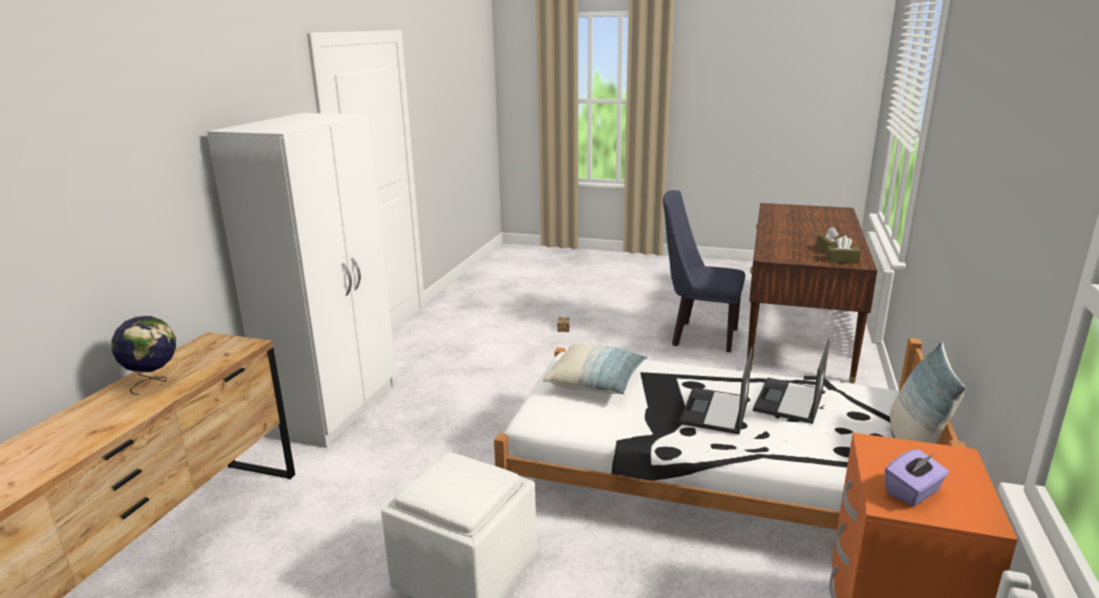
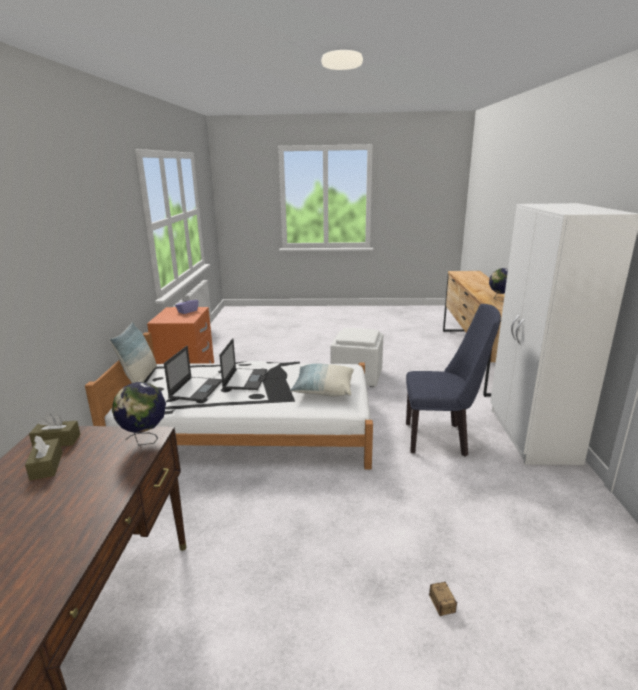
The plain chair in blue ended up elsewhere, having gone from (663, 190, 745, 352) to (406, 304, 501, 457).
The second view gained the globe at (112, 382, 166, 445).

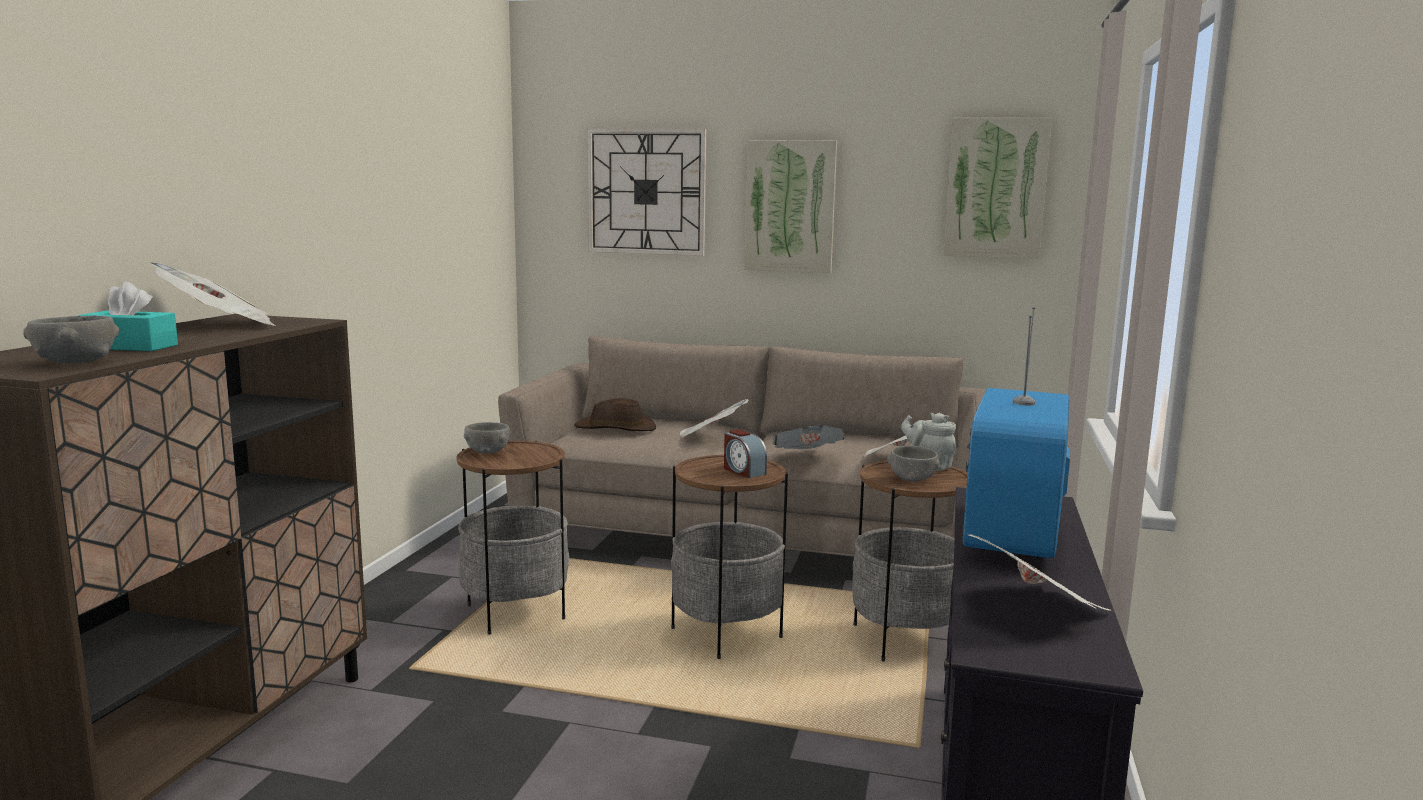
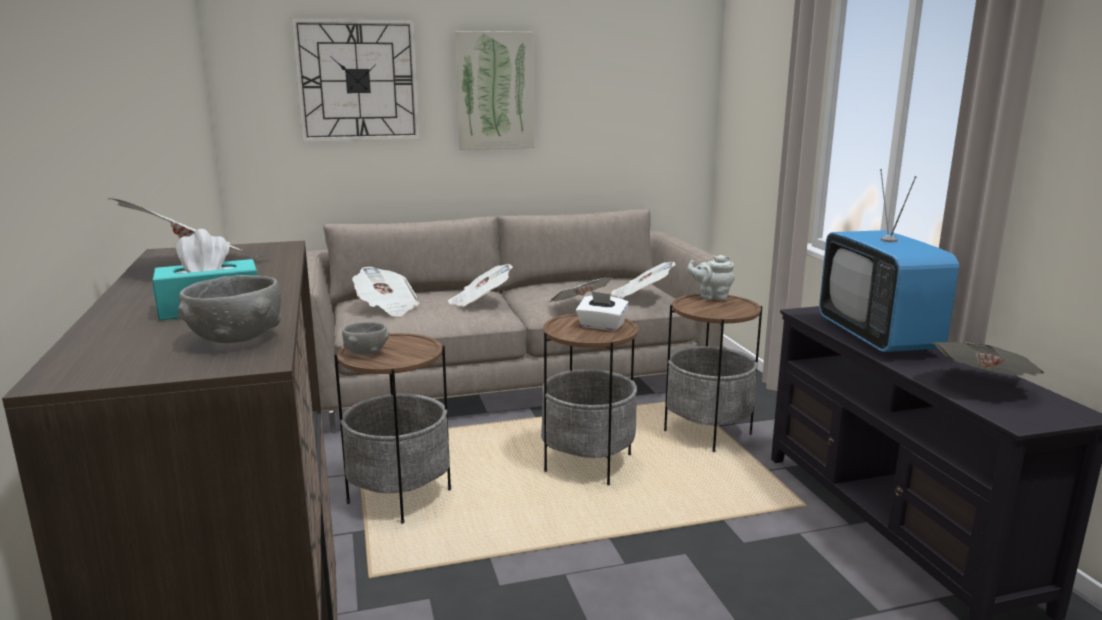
Where the wearable hat in brownish stood at (574, 398, 656, 431), the daily paper came to stand at (352, 267, 420, 317).
Where the alarm clock stood at (724, 429, 767, 478), the box of tissues in white-coloured came to stand at (576, 291, 629, 331).
The second view lost the serving bowl in greyish at (888, 446, 940, 481).
The second view lost the picture at (944, 118, 1052, 259).

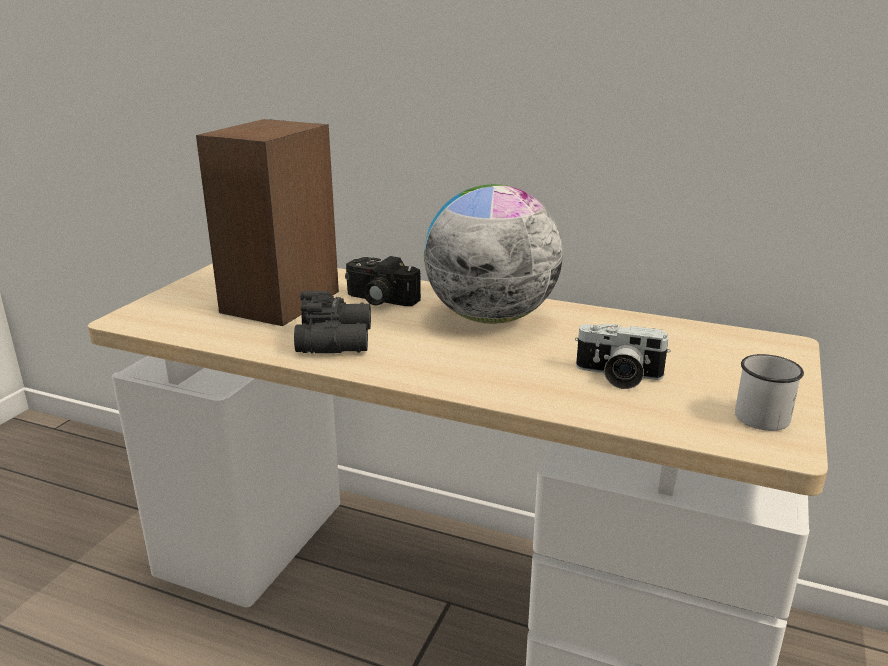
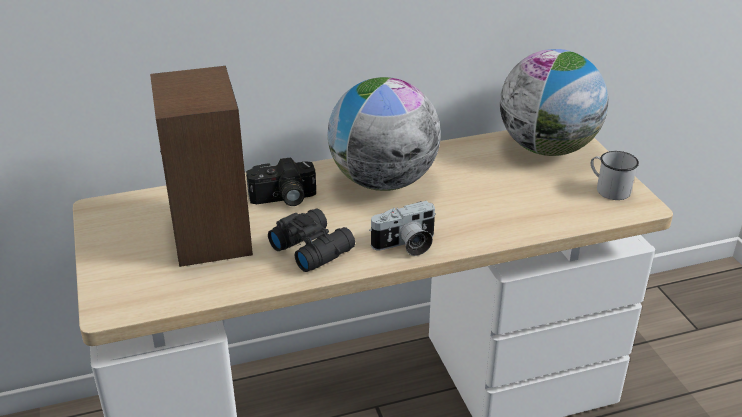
The still camera ended up elsewhere, having gone from (575, 324, 671, 389) to (369, 201, 436, 256).
The second view gained the globe at (500, 49, 608, 156).

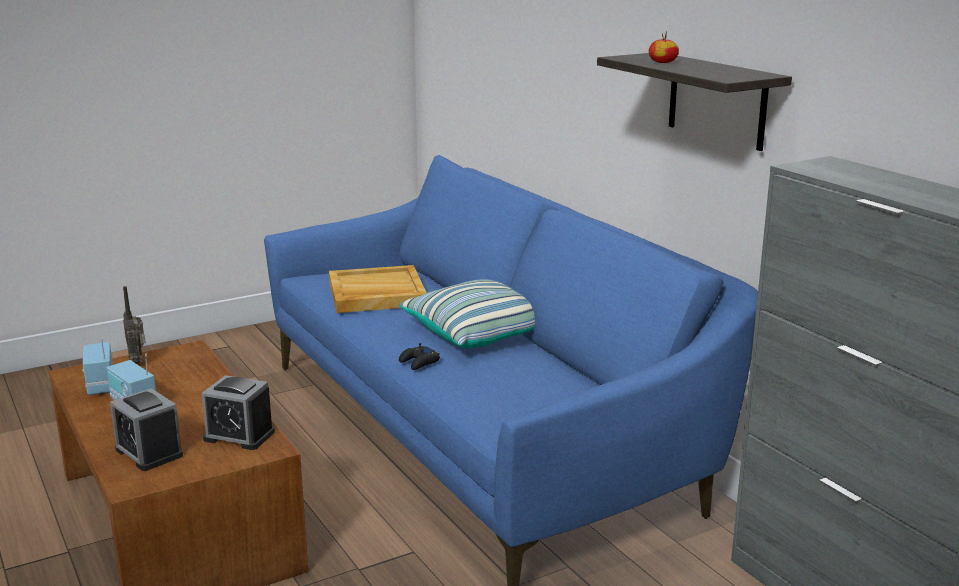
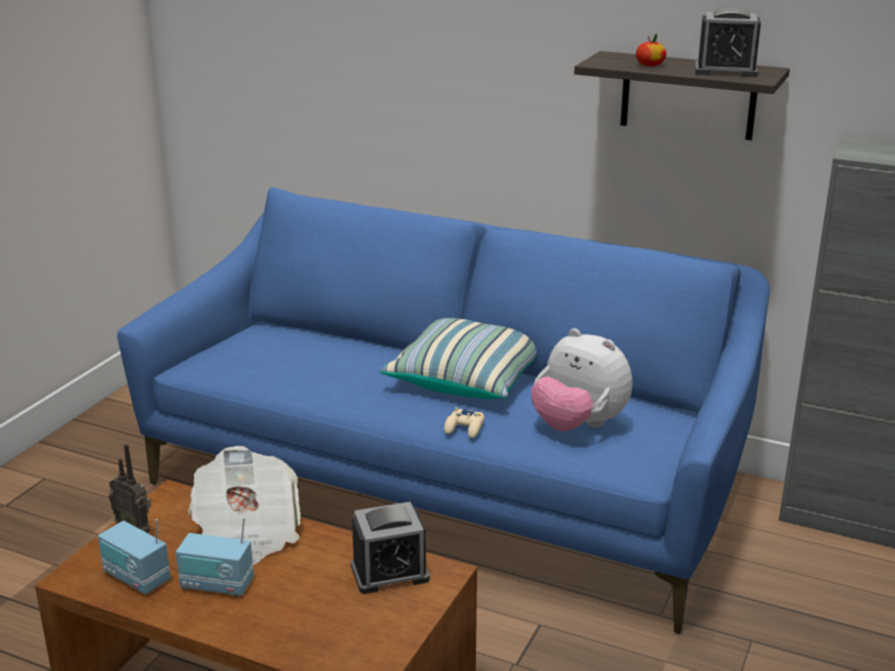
The alarm clock ended up elsewhere, having gone from (110, 388, 183, 471) to (695, 8, 761, 77).
The second view lost the serving tray in beige-coloured at (329, 265, 427, 313).
What was the gamepad in black at (399, 343, 440, 370) turned into the gamepad in beige-coloured at (444, 407, 485, 438).
The second view gained the daily paper at (188, 446, 301, 565).
The second view gained the cuddly toy at (531, 328, 632, 431).

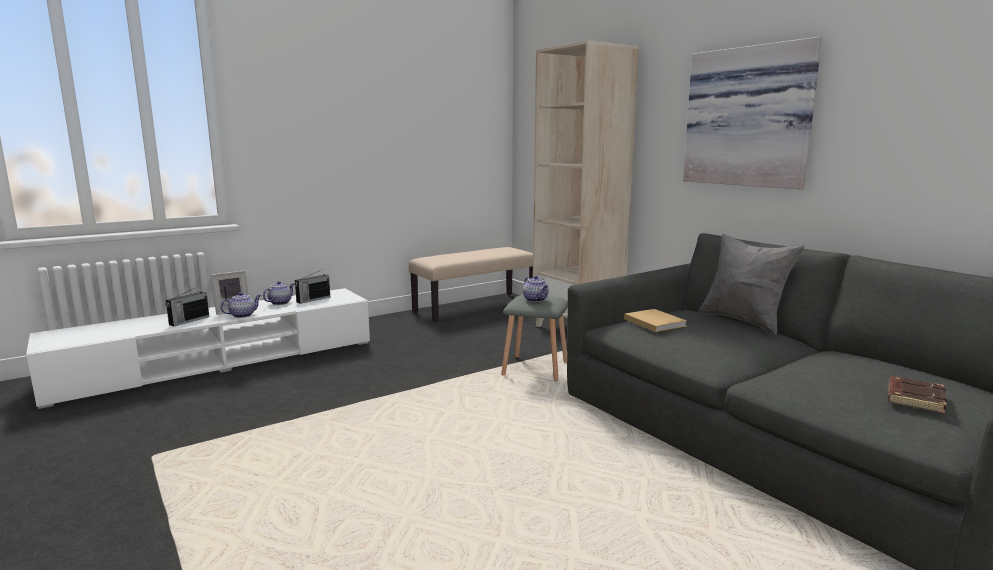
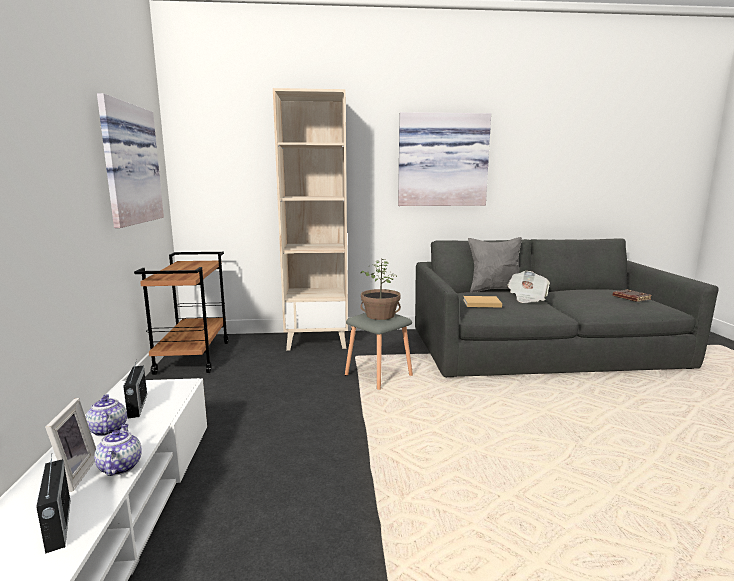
Where the indoor bench in beige-coloured stood at (409, 247, 533, 322), the cart in brownish came to stand at (134, 252, 229, 375).
Where the pot for tea stood at (523, 275, 549, 302), the potted plant came to stand at (360, 258, 401, 320).
The second view gained the picture at (97, 93, 164, 228).
The second view gained the daily paper at (507, 271, 550, 303).

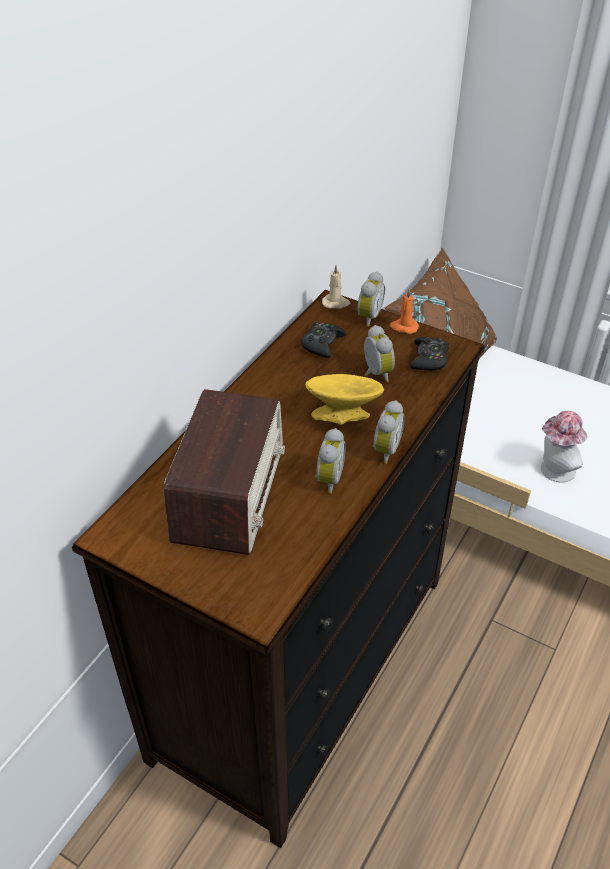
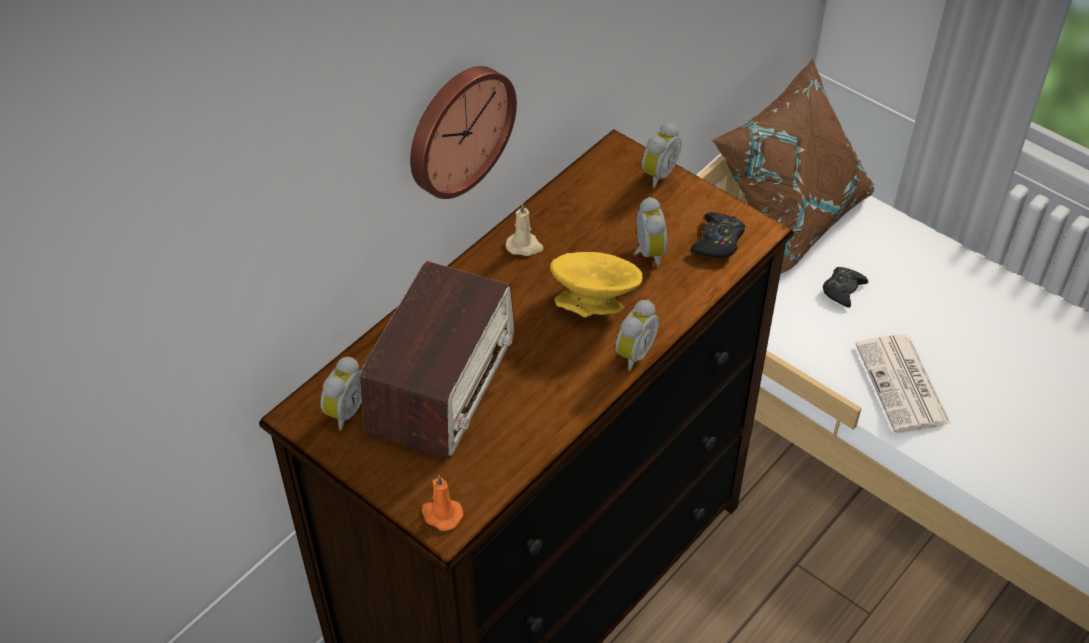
The gamepad in black ended up elsewhere, having gone from (301, 322, 346, 358) to (823, 267, 868, 308).
The alarm clock ended up elsewhere, having gone from (315, 428, 346, 494) to (320, 356, 362, 431).
The wax candle in beige-coloured ended up elsewhere, having gone from (322, 265, 350, 309) to (506, 203, 544, 256).
The wax candle in orange ended up elsewhere, having gone from (390, 289, 419, 334) to (422, 475, 463, 531).
Where the wearable hat stood at (541, 411, 587, 483), the daily paper came to stand at (856, 334, 951, 433).
The second view gained the wall clock at (410, 66, 517, 199).

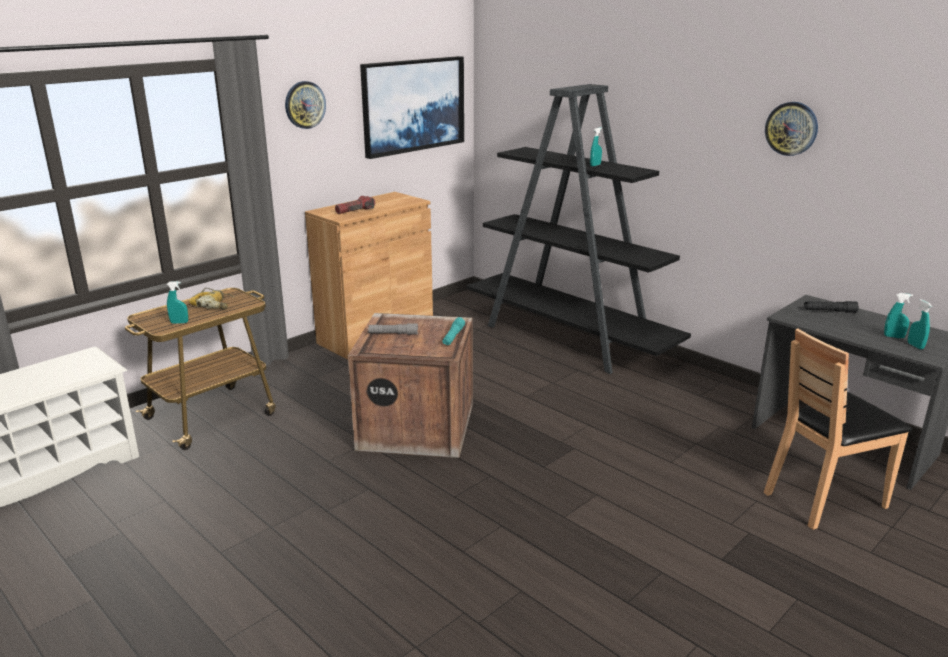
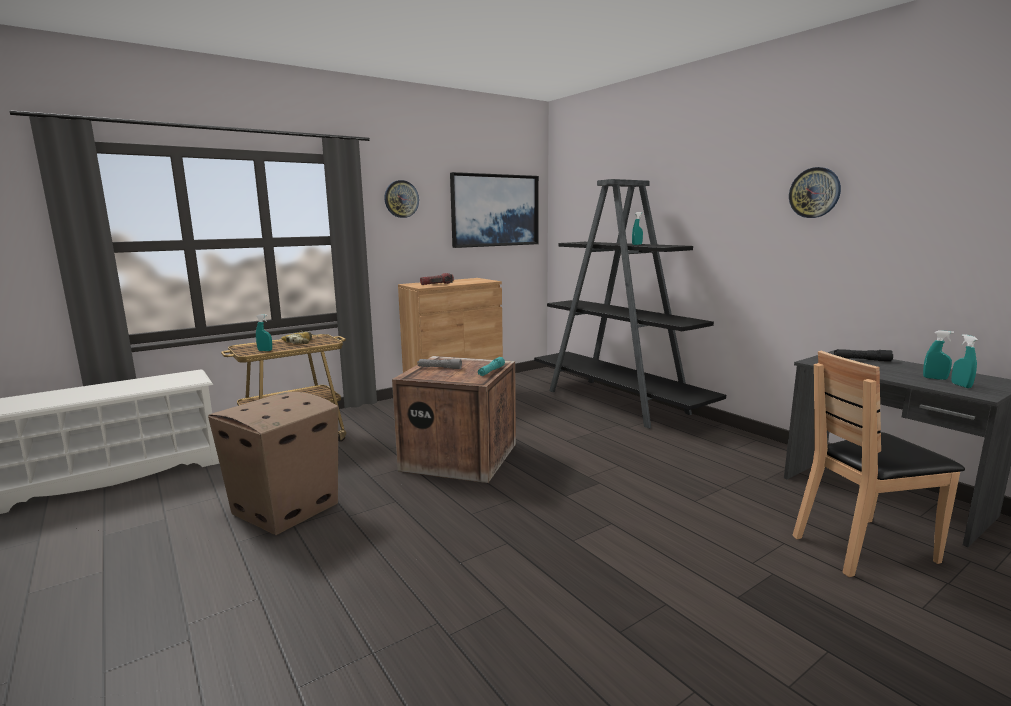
The second view gained the carton at (208, 392, 338, 535).

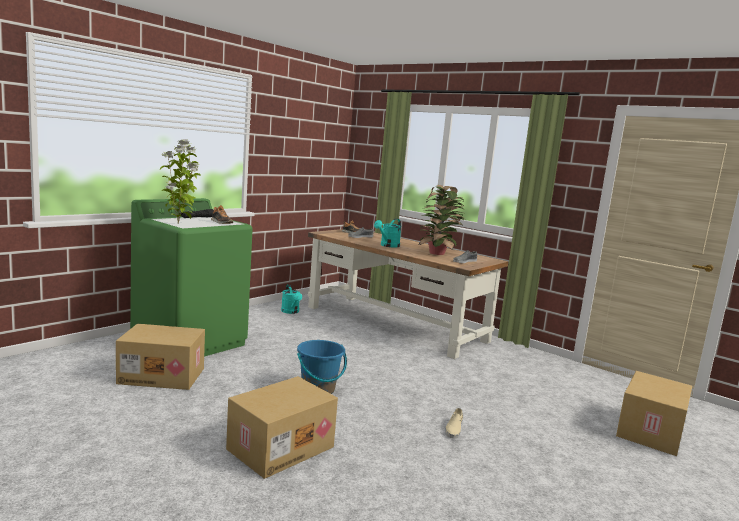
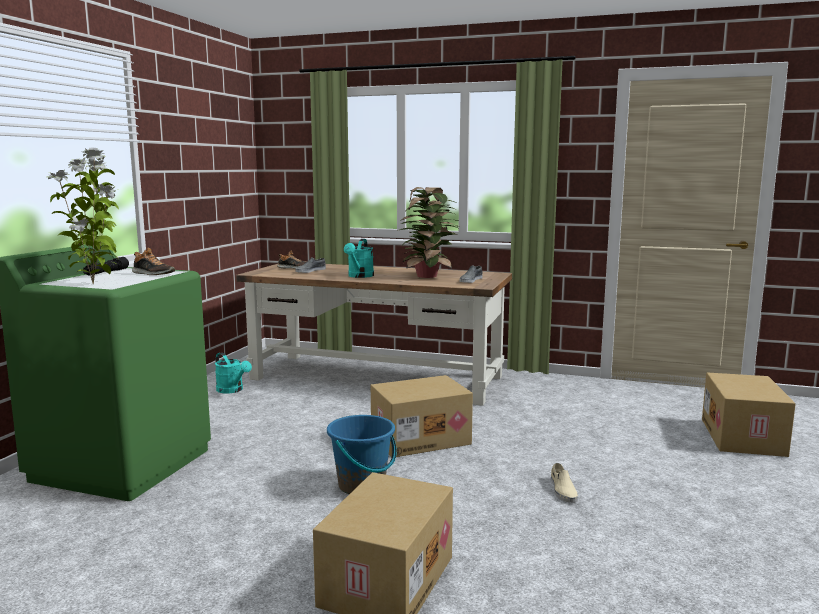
The carton ended up elsewhere, having gone from (116, 324, 205, 390) to (371, 375, 473, 457).

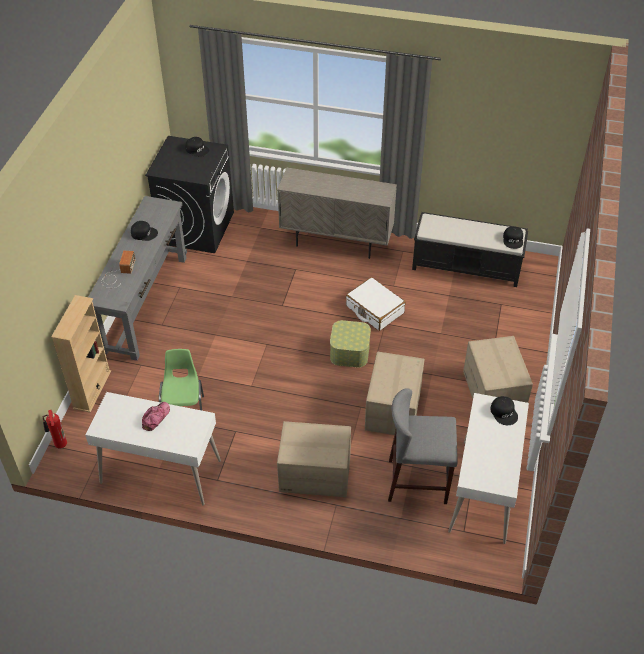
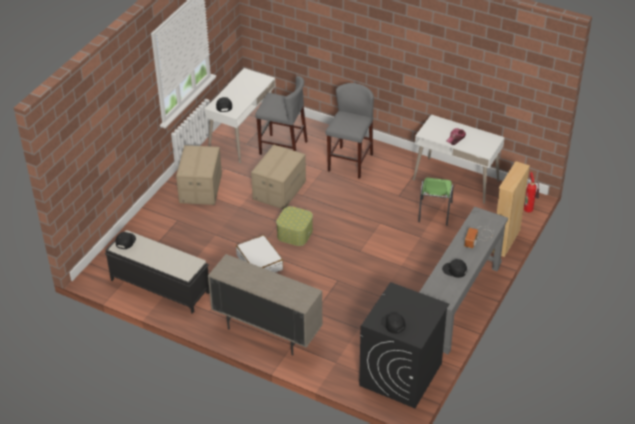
Where the carton stood at (277, 421, 351, 497), the stool seat in greyish came to stand at (326, 83, 374, 179).

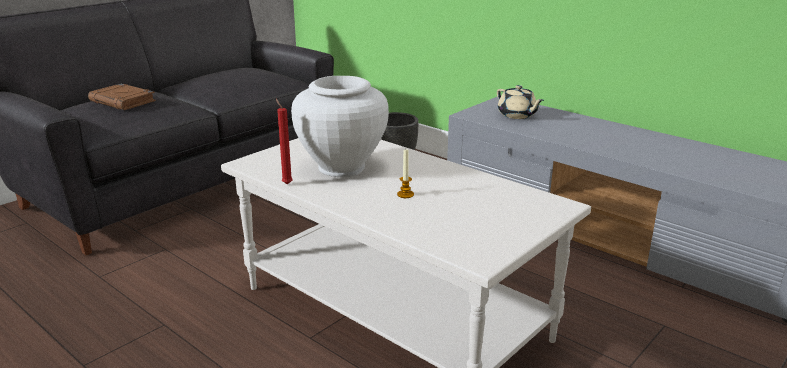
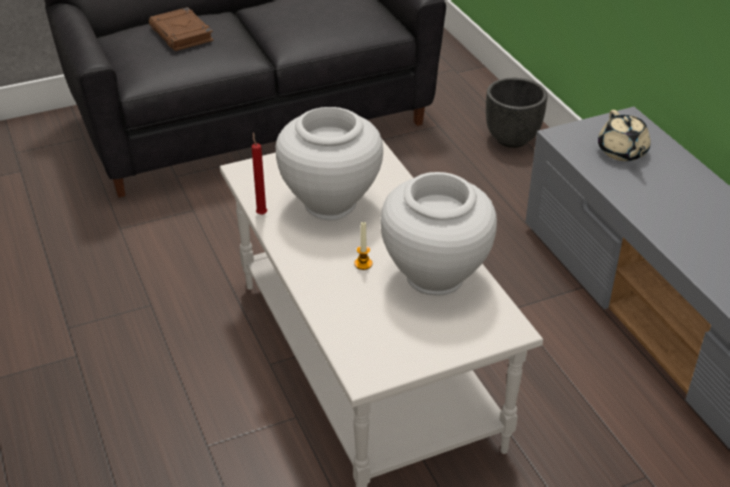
The second view gained the vase in white-coloured at (380, 172, 497, 296).

